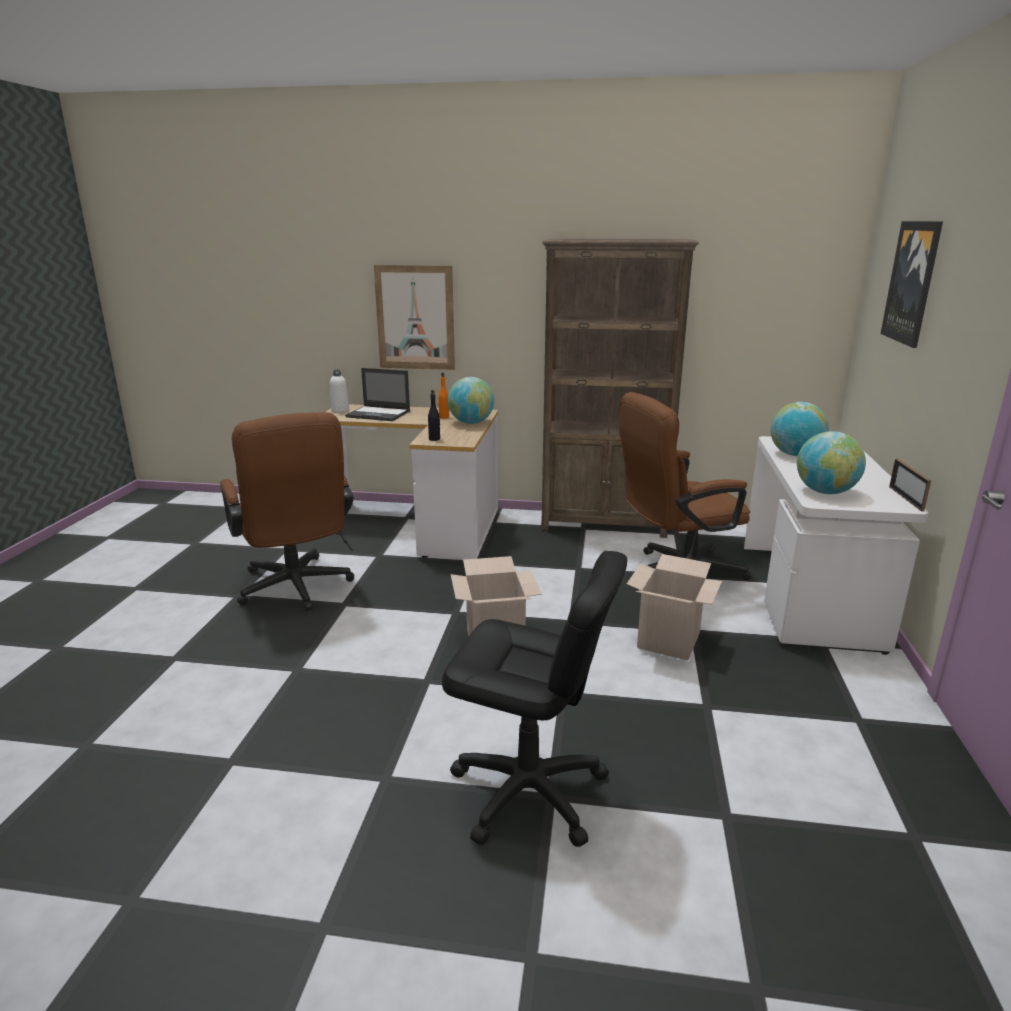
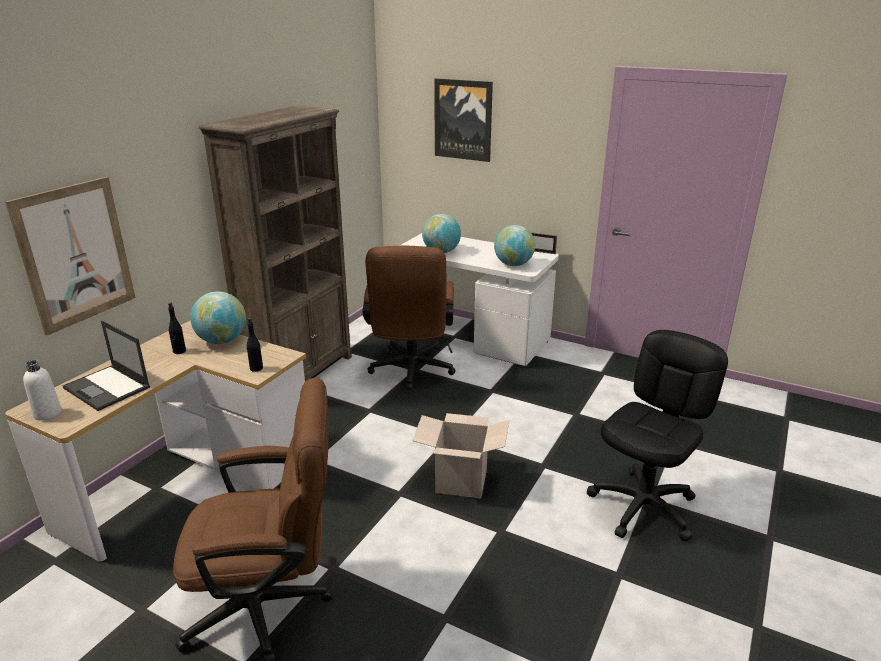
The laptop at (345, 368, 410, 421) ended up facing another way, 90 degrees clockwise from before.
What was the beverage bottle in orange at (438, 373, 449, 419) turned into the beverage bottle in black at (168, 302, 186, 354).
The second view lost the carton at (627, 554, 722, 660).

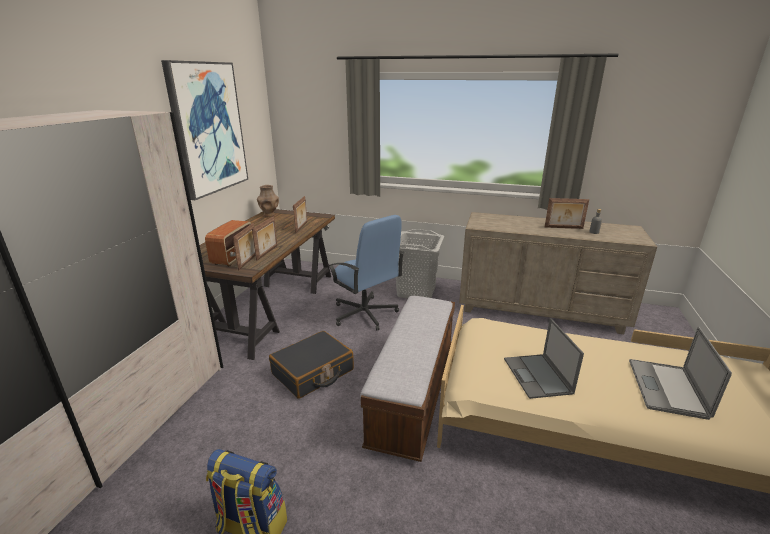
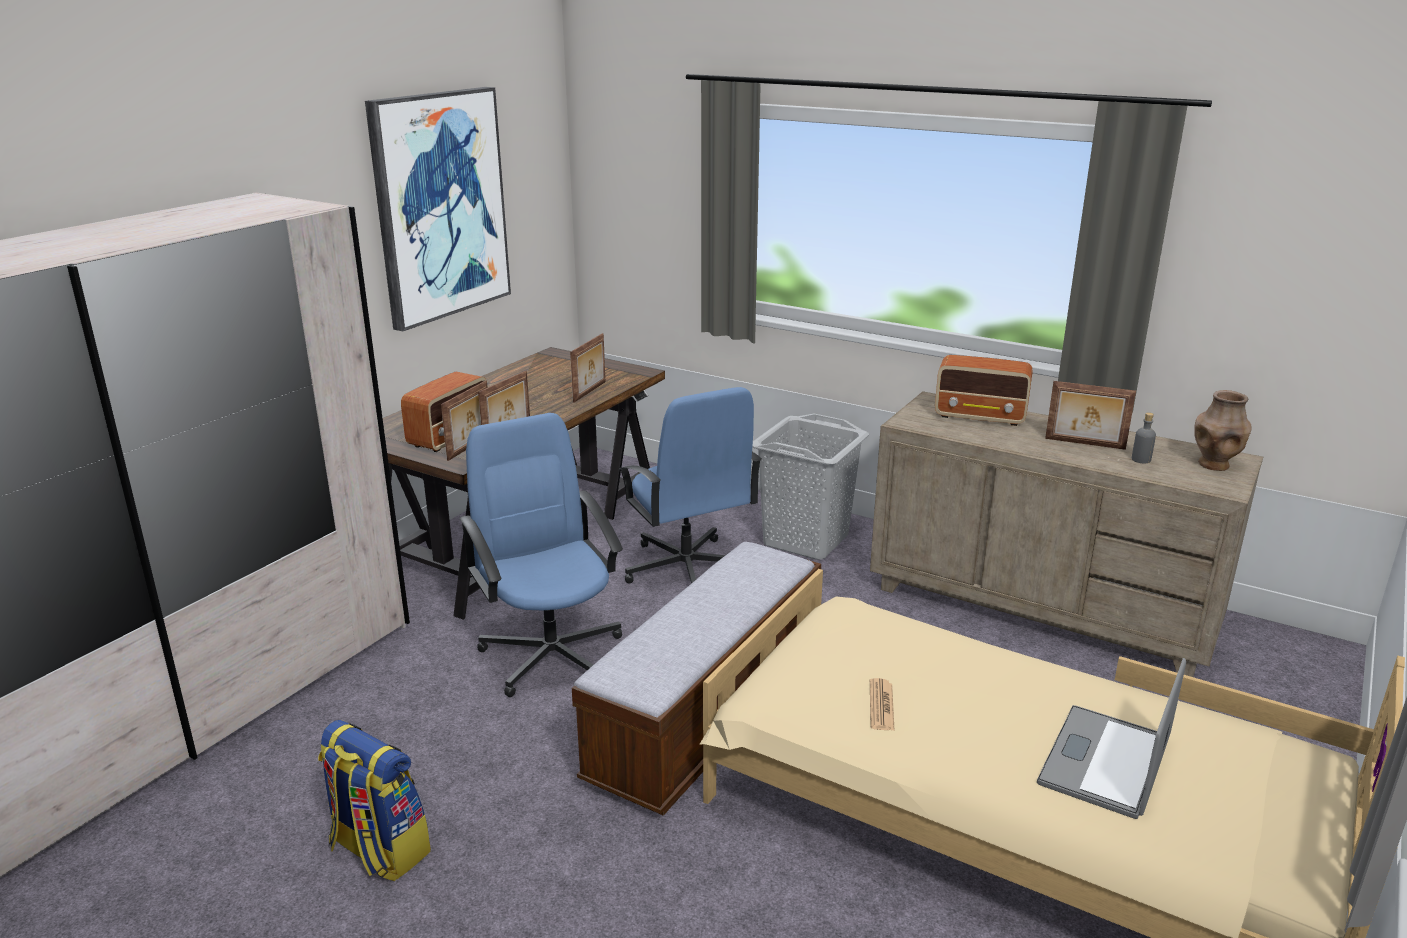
The vase in brownish ended up elsewhere, having gone from (257, 185, 279, 217) to (1194, 390, 1252, 471).
Where the travel case in black stood at (269, 331, 354, 398), the office chair in blue came to stand at (459, 413, 623, 697).
Where the laptop stood at (504, 318, 584, 399), the daily paper came to stand at (870, 678, 895, 731).
The second view gained the radio receiver at (935, 355, 1032, 426).

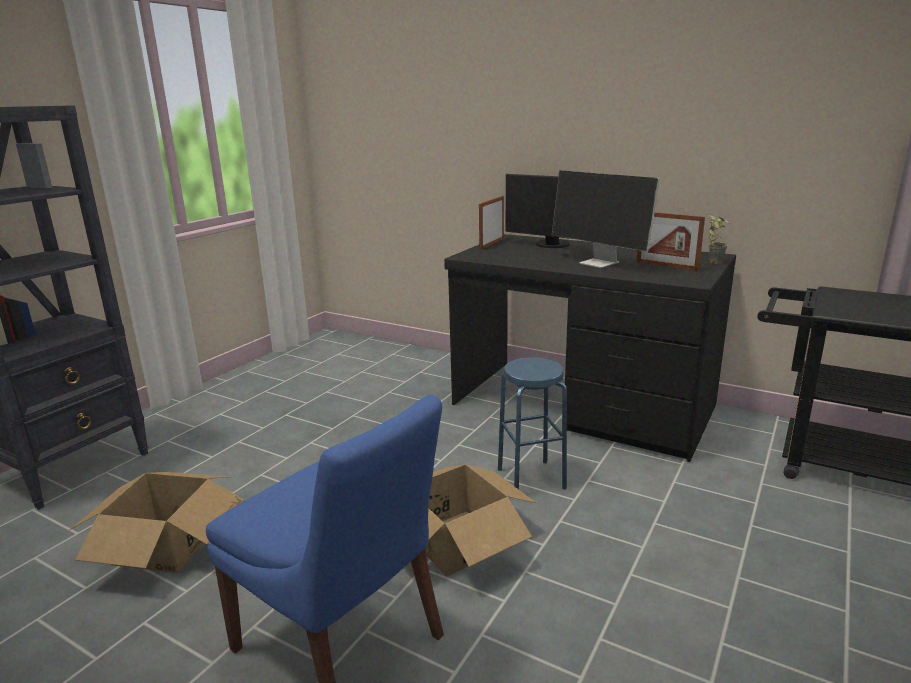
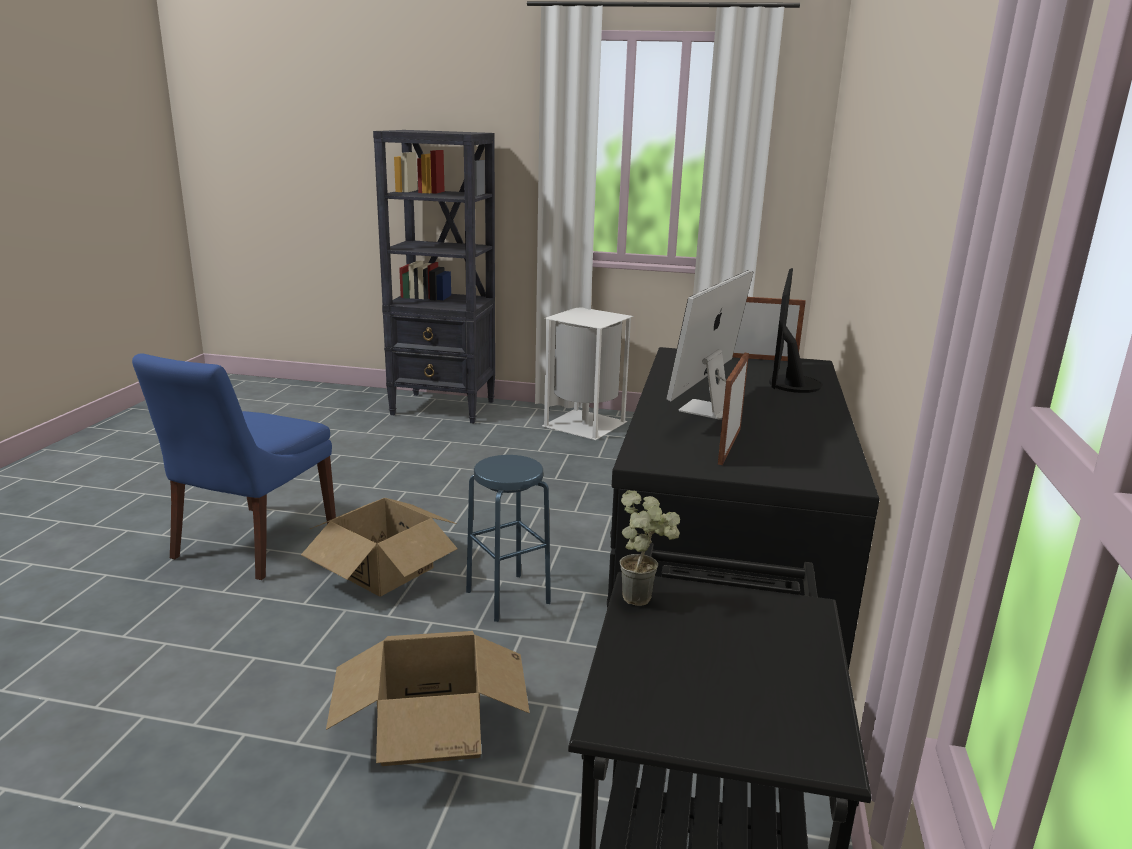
The carton ended up elsewhere, having gone from (70, 472, 244, 573) to (326, 631, 530, 766).
The potted plant ended up elsewhere, having gone from (708, 214, 729, 264) to (620, 490, 680, 606).
The second view gained the rubbish bin in white-coloured at (542, 308, 633, 440).

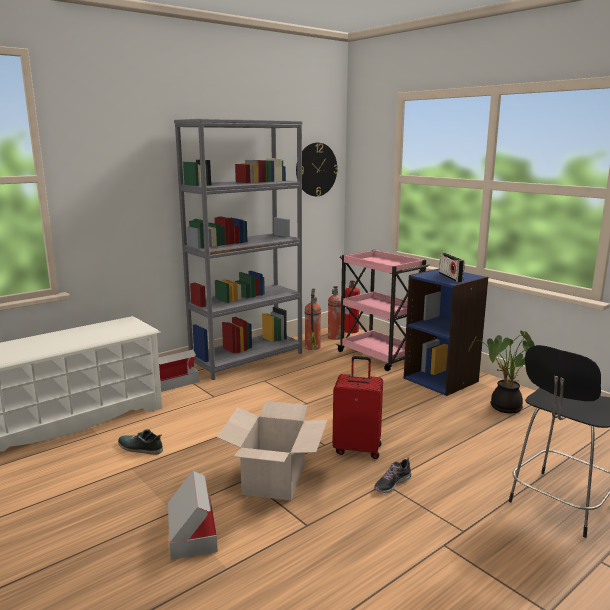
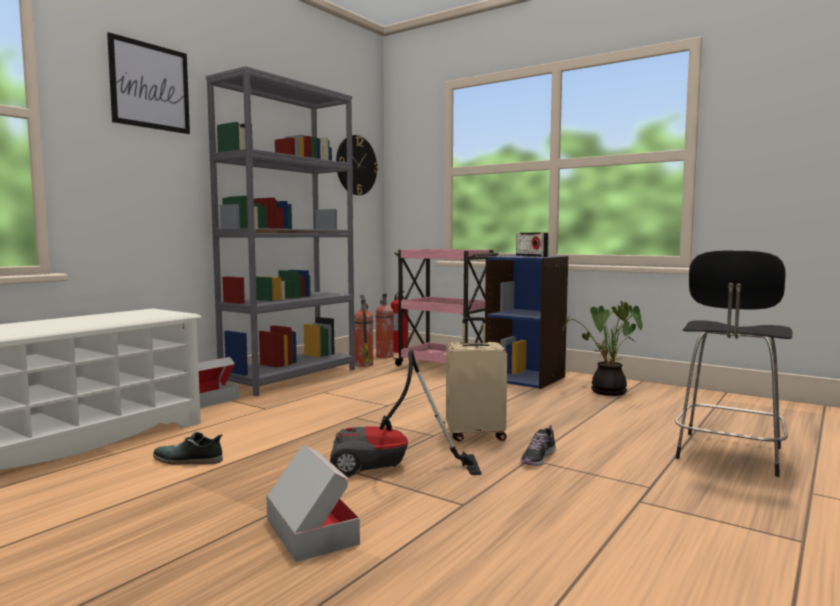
Where the carton stood at (217, 401, 327, 501), the vacuum cleaner came to stand at (330, 350, 481, 476).
What was the travel case in reddish at (332, 356, 383, 459) turned into the travel case in beige-coloured at (446, 317, 507, 442).
The second view gained the picture at (107, 32, 190, 134).

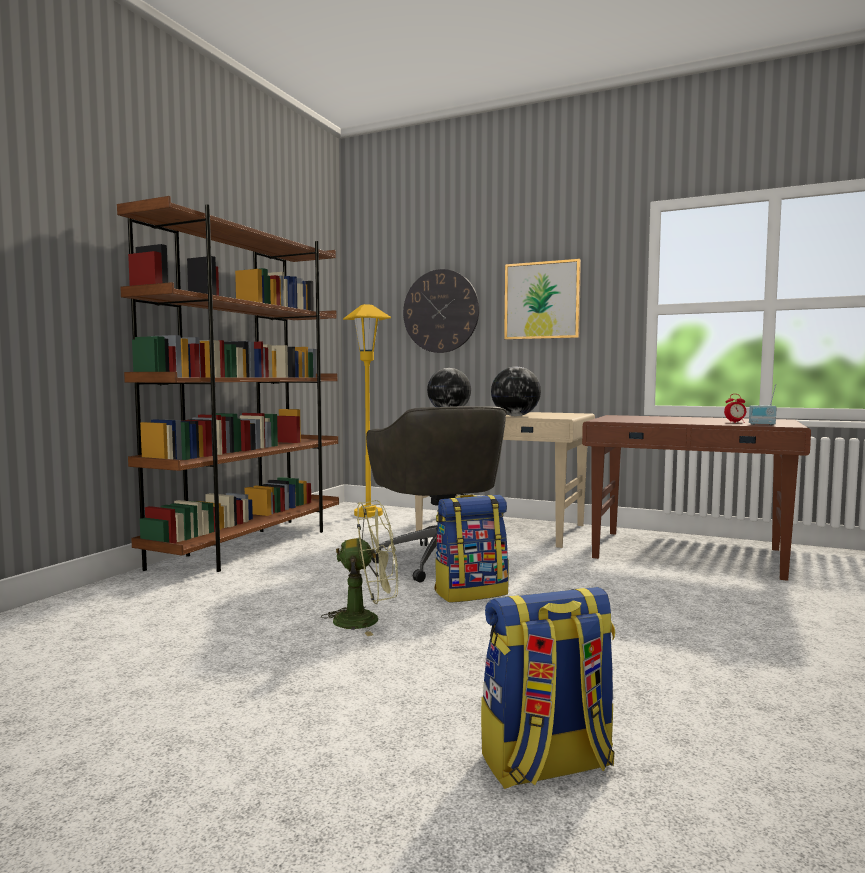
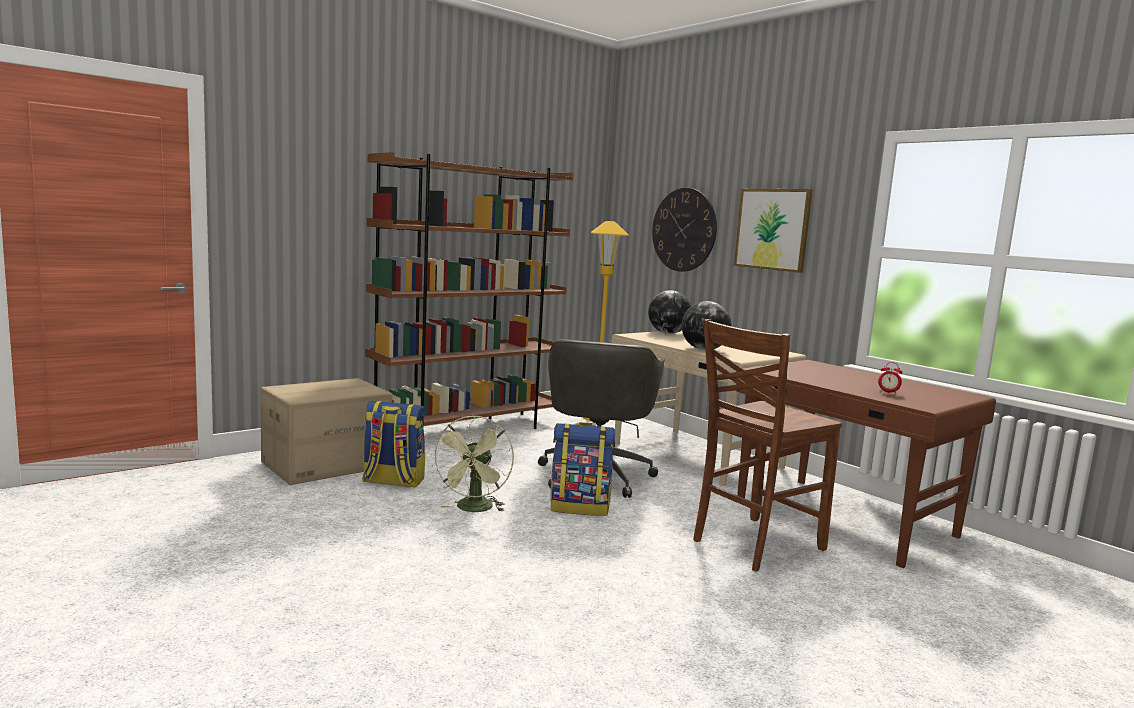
The cooling fan in greenish at (321, 500, 398, 636) ended up facing another way, 75 degrees clockwise from before.
The backpack ended up elsewhere, having gone from (481, 587, 615, 789) to (362, 401, 425, 488).
The second view lost the radio receiver at (749, 384, 777, 425).
The second view gained the carton at (261, 378, 393, 485).
The second view gained the plain chair in brownish at (693, 319, 842, 572).

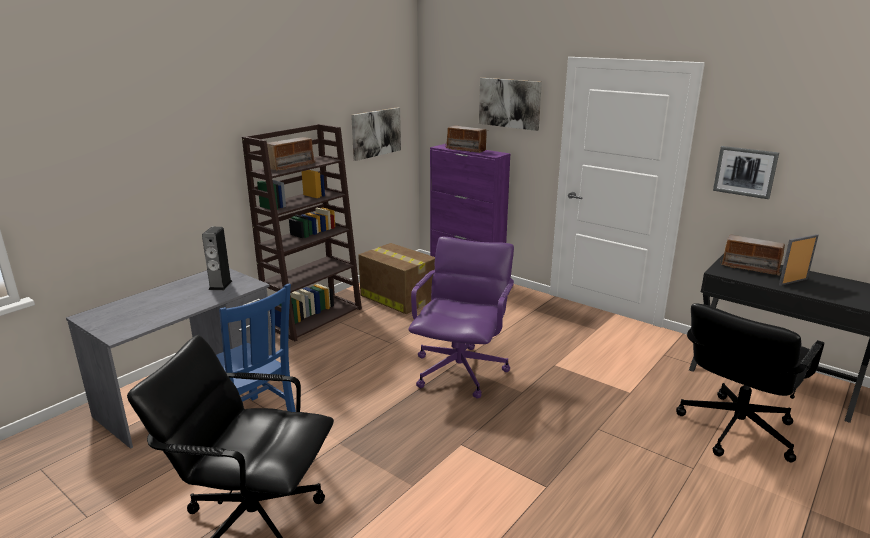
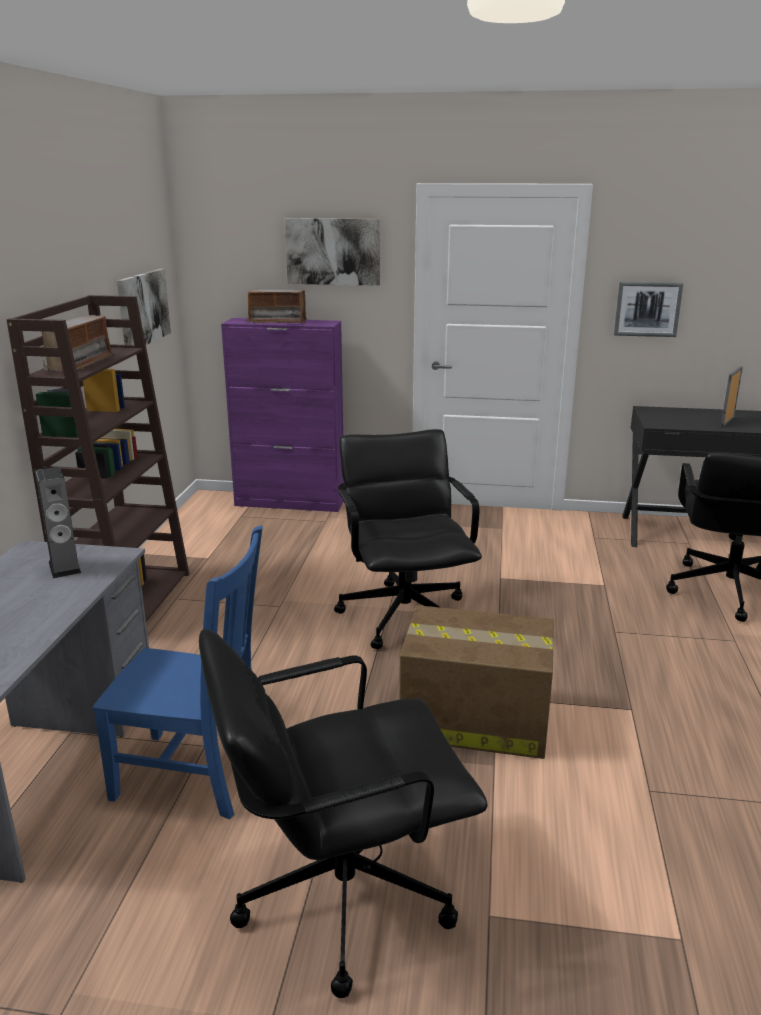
The carton ended up elsewhere, having gone from (358, 243, 435, 314) to (399, 605, 554, 759).
What was the office chair in purplish at (408, 237, 514, 398) turned into the office chair in black at (334, 429, 482, 649).
The second view lost the radio receiver at (720, 234, 788, 276).

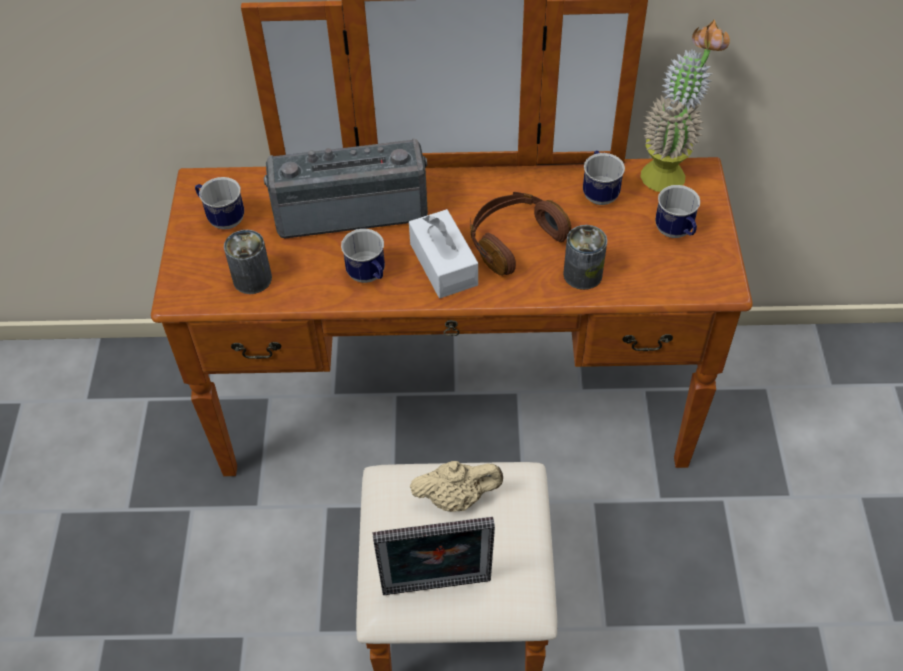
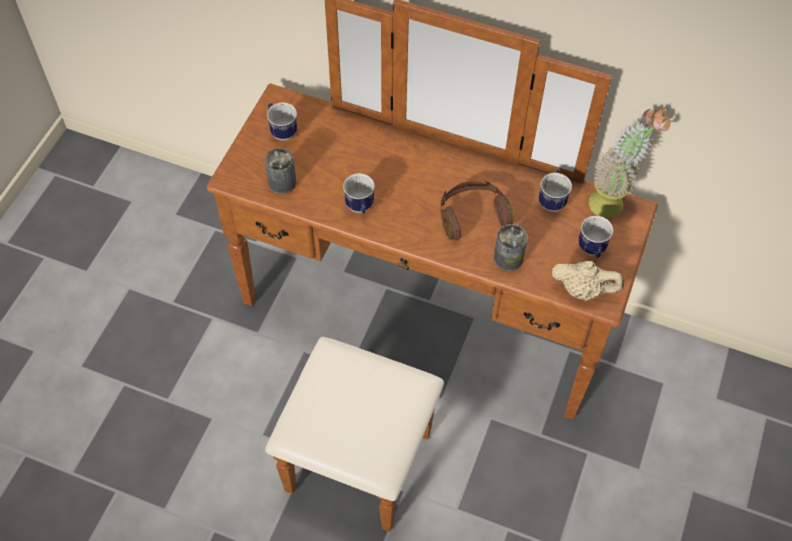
The second view lost the radio receiver at (264, 138, 428, 238).
The second view lost the standing frame at (373, 517, 495, 595).
The second view lost the box of tissues in white-coloured at (409, 209, 478, 298).
The pot for tea in beige-coloured ended up elsewhere, having gone from (410, 461, 503, 512) to (552, 261, 624, 301).

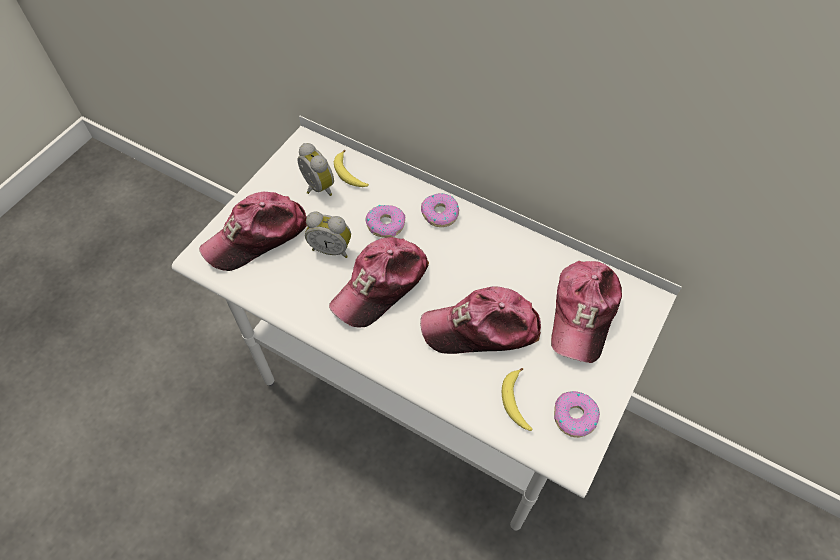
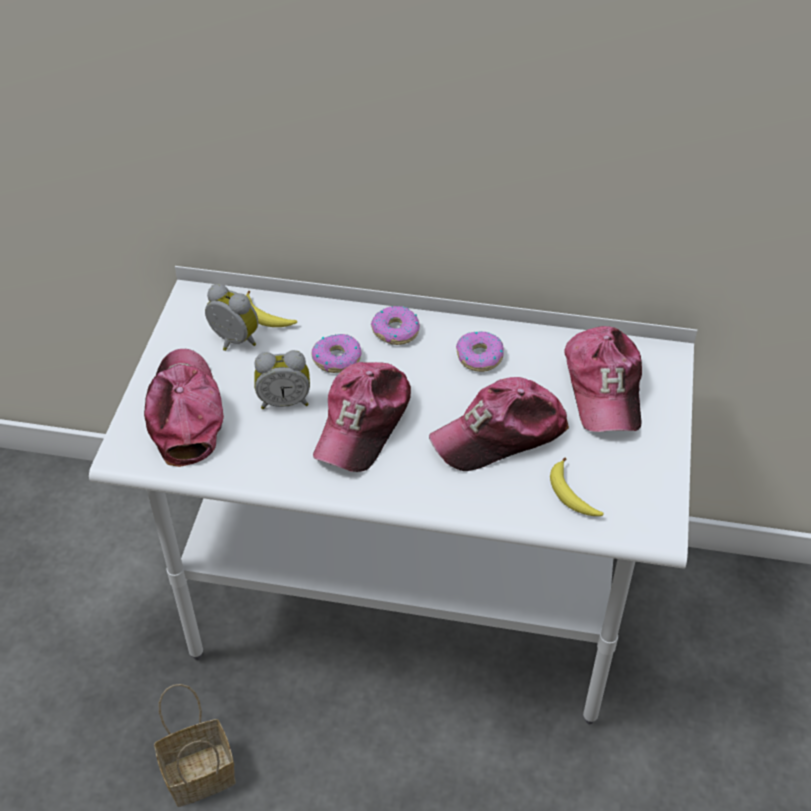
The baseball cap at (199, 192, 307, 271) ended up facing another way, 135 degrees clockwise from before.
The donut ended up elsewhere, having gone from (554, 391, 600, 438) to (456, 331, 504, 372).
The second view gained the basket at (154, 684, 236, 807).

